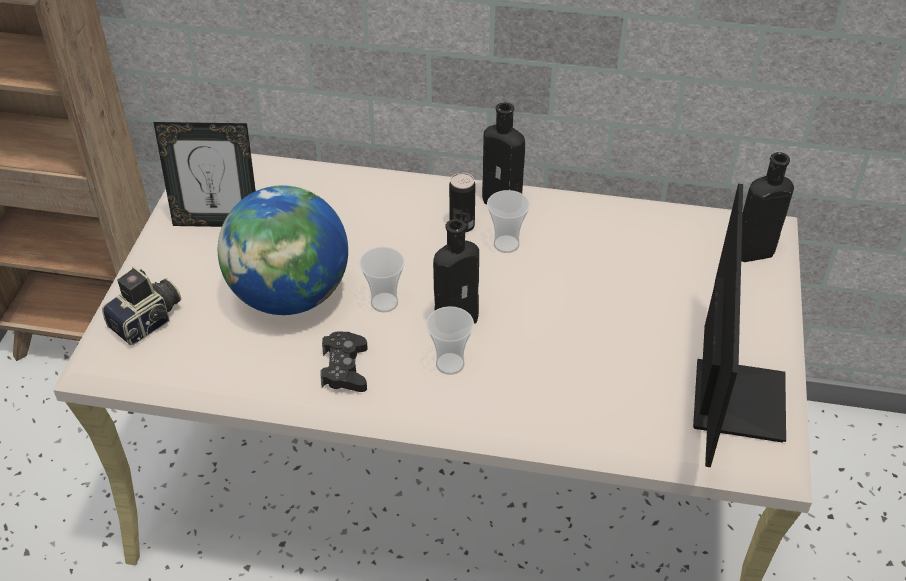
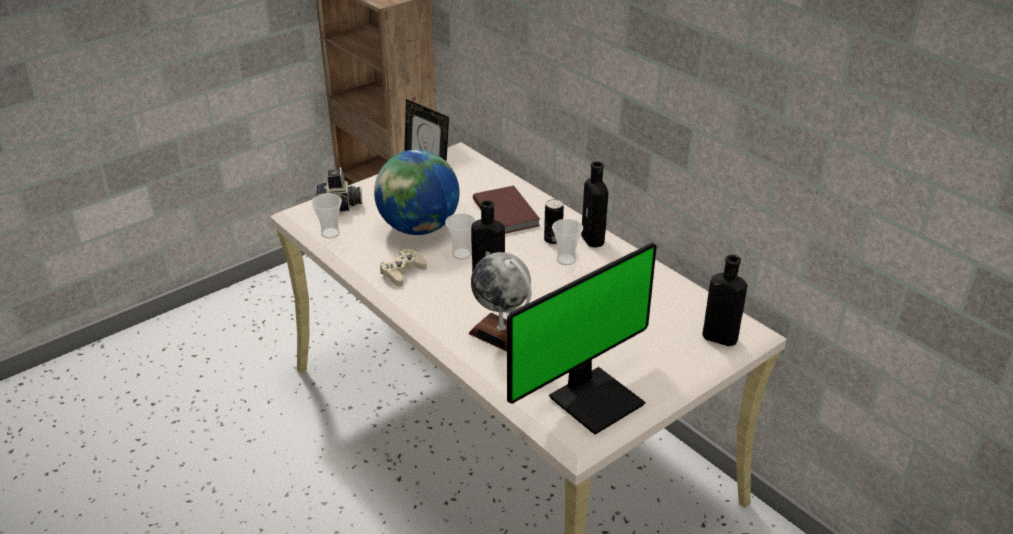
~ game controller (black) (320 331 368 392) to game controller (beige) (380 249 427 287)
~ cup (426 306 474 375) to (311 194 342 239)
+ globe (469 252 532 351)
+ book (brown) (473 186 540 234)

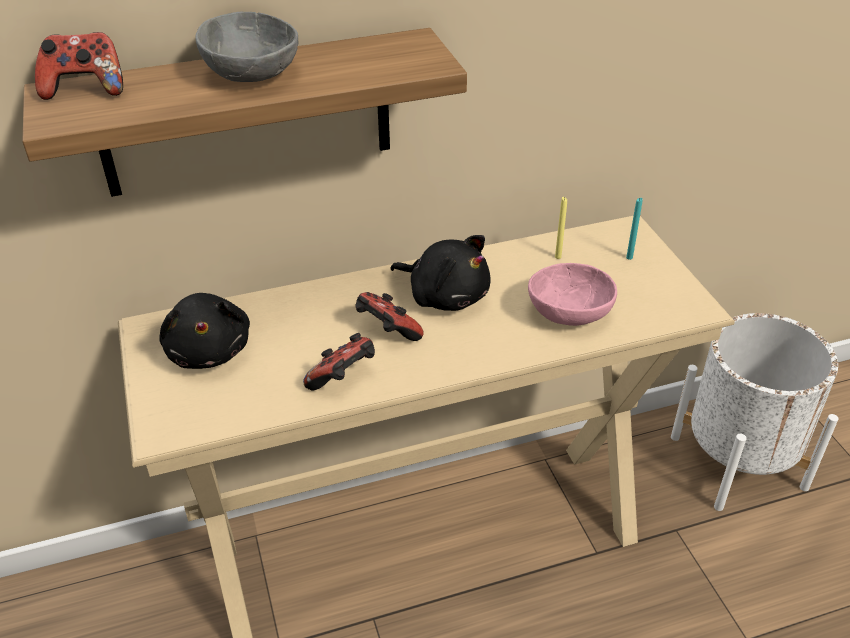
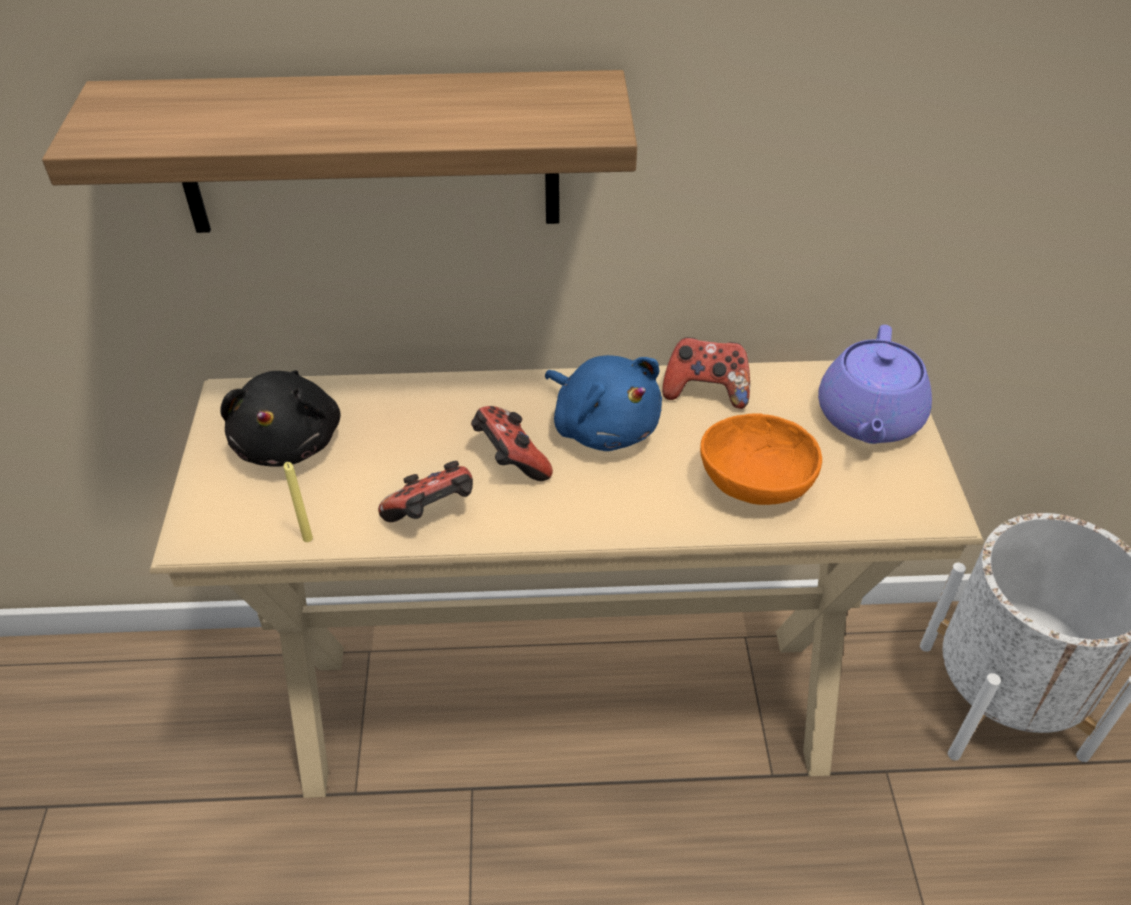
~ game controller (35 32 123 100) to (662 337 750 409)
- bowl (grey) (195 12 298 82)
~ plush toy (black) (390 235 491 311) to plush toy (blue) (545 355 662 451)
~ bowl (pink) (528 263 617 326) to bowl (orange) (700 413 822 505)
~ candle (yellow) (555 197 567 259) to (284 462 313 542)
~ candle (turquoise) (626 198 643 260) to teapot (purple) (818 325 932 444)

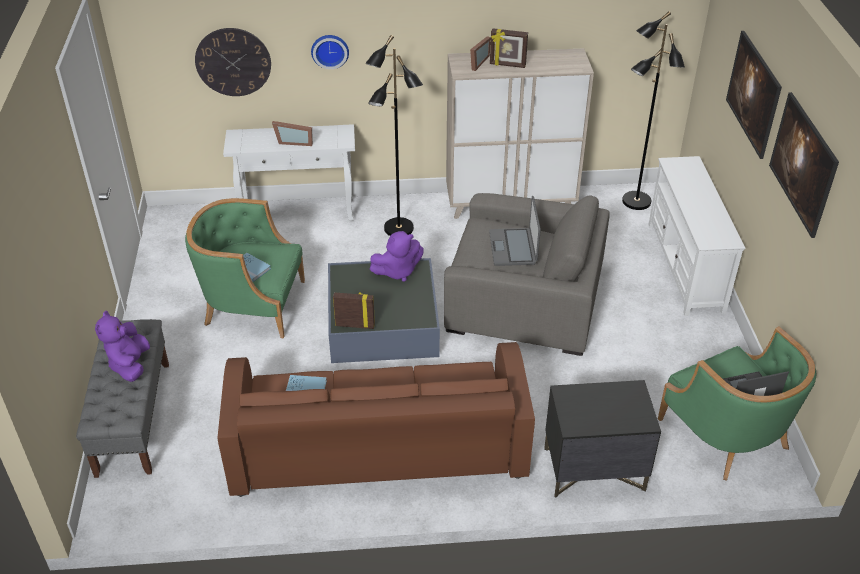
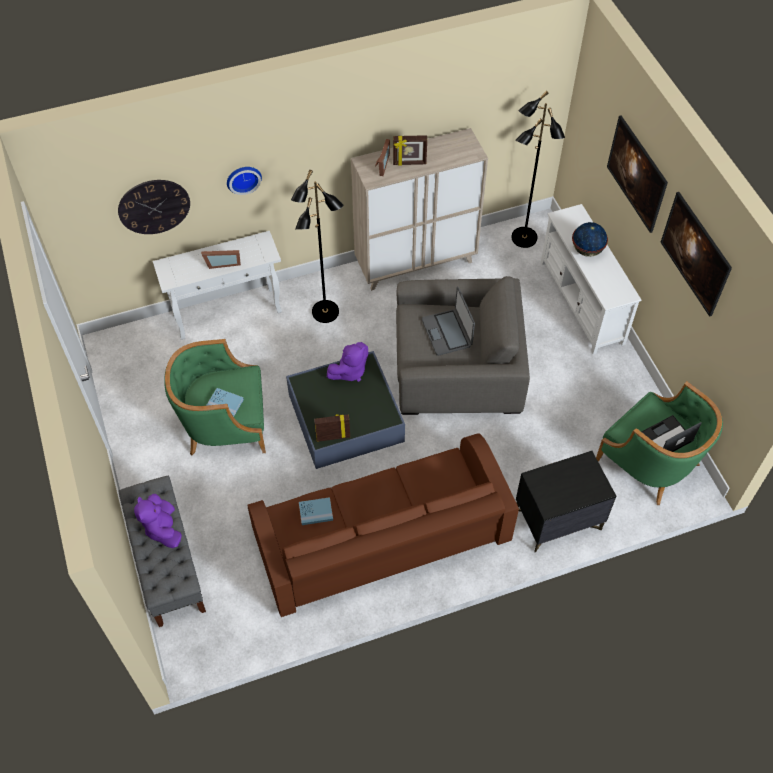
+ globe (572 222 608 257)

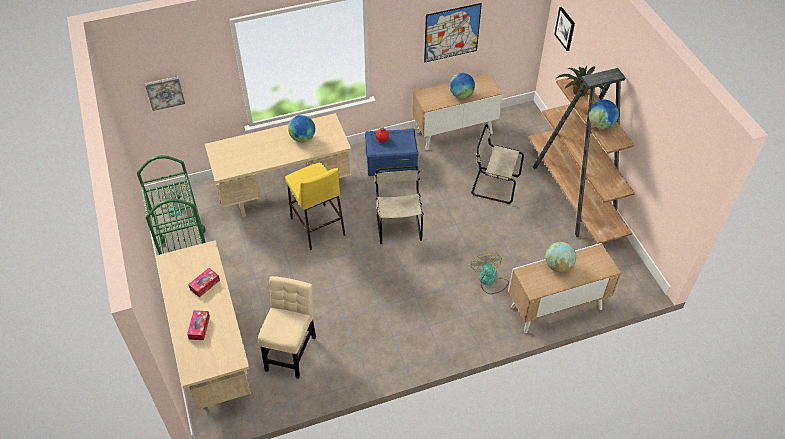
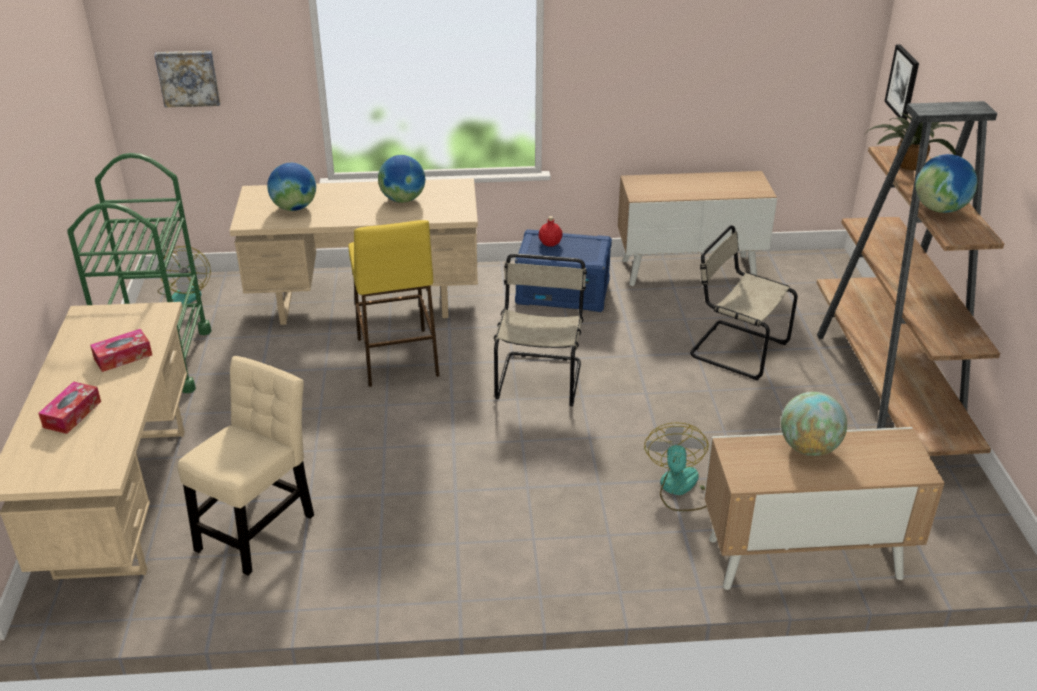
- picture (424 3 482 63)
~ globe (450 73 475 99) to (267 163 316 211)

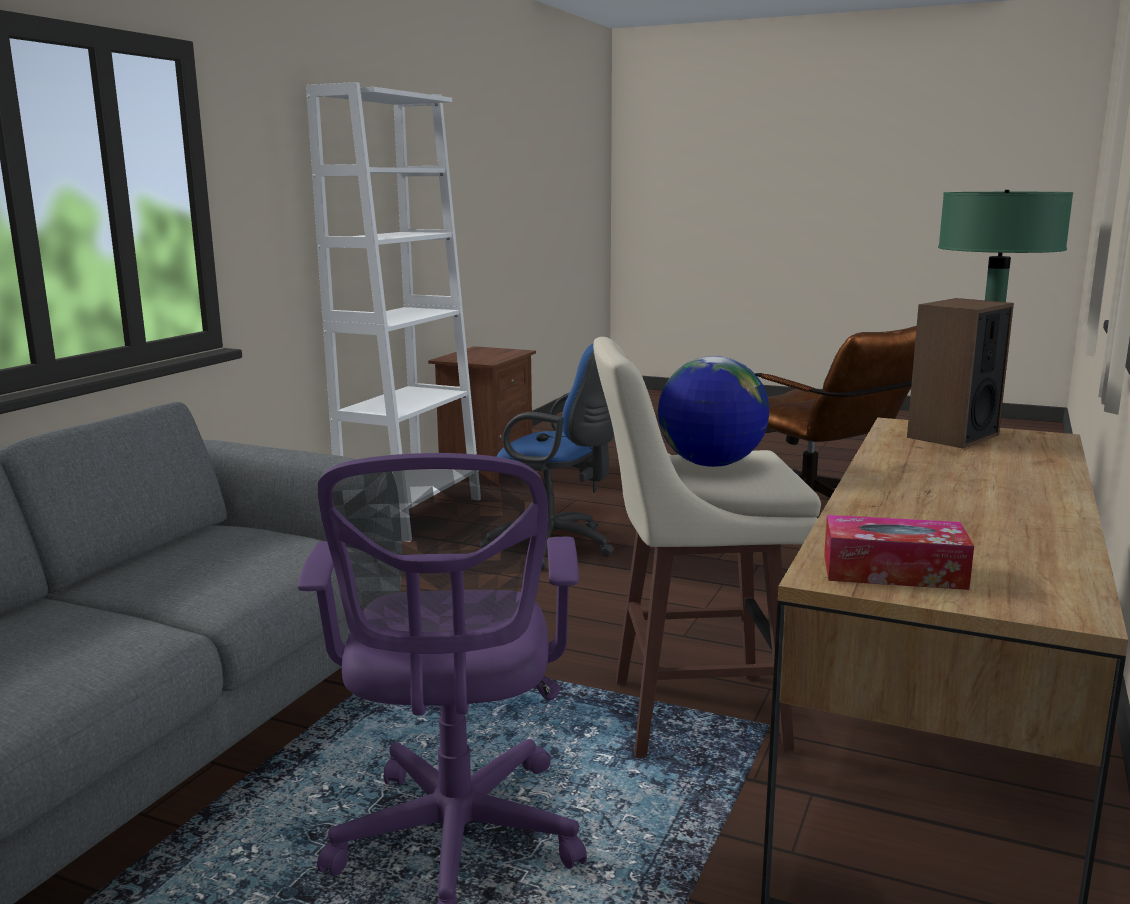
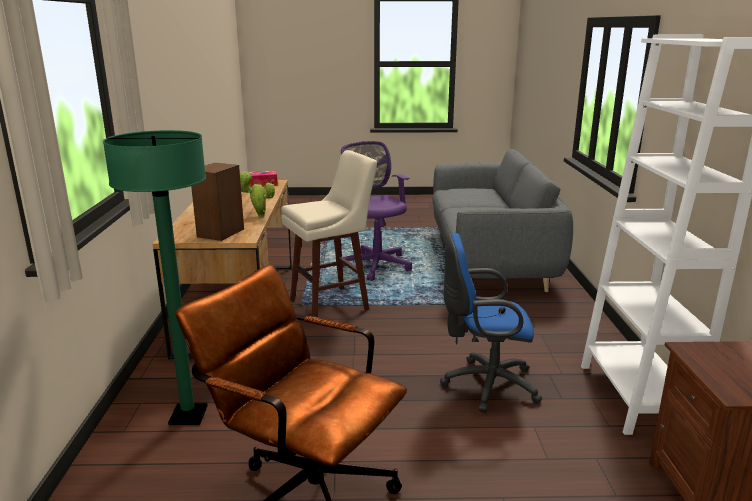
- globe (658 356 770 467)
+ potted plant (240 171 275 217)

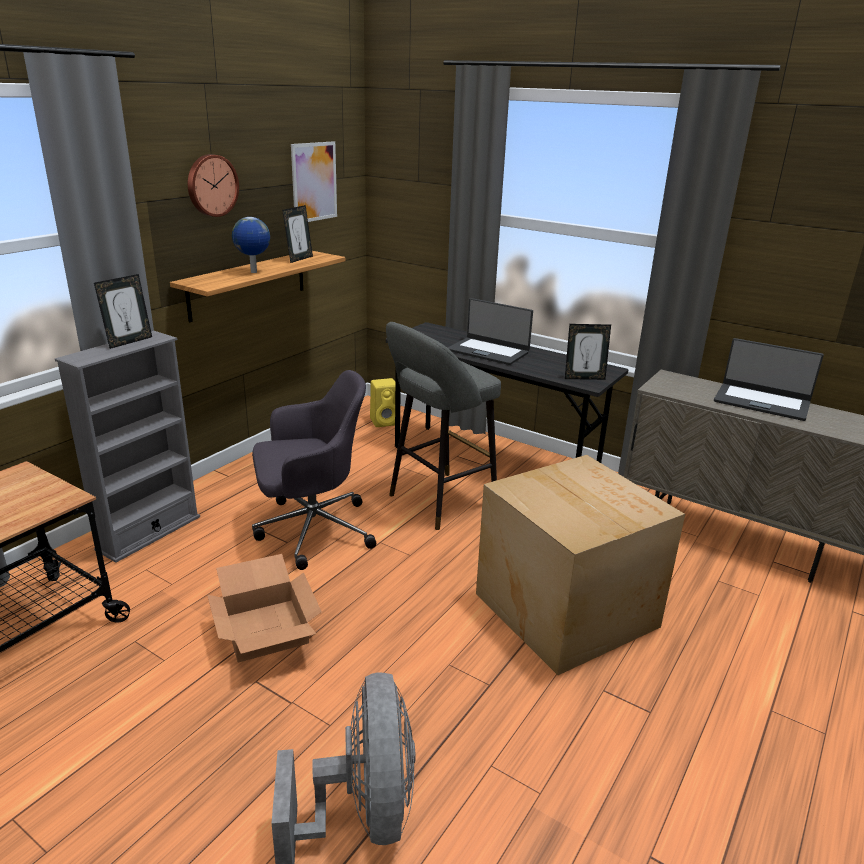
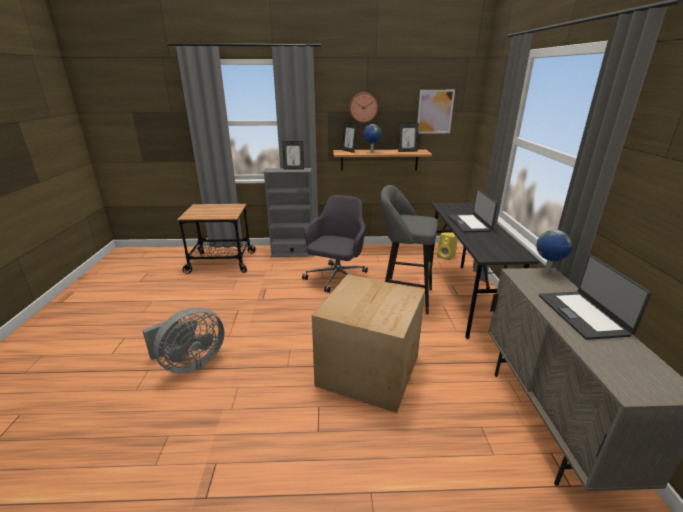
- cardboard box (207 554 322 663)
~ office chair (grey) (252 370 376 570) = (302 195 368 293) 105 degrees counterclockwise
~ picture frame (565 324 611 380) to (342 122 357 153)
+ globe (536 230 572 274)

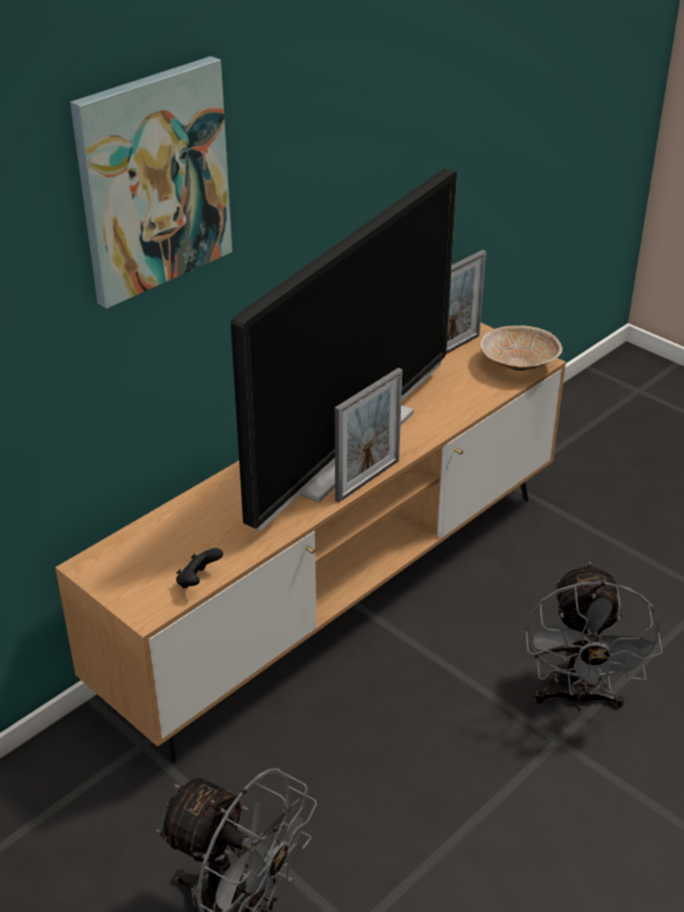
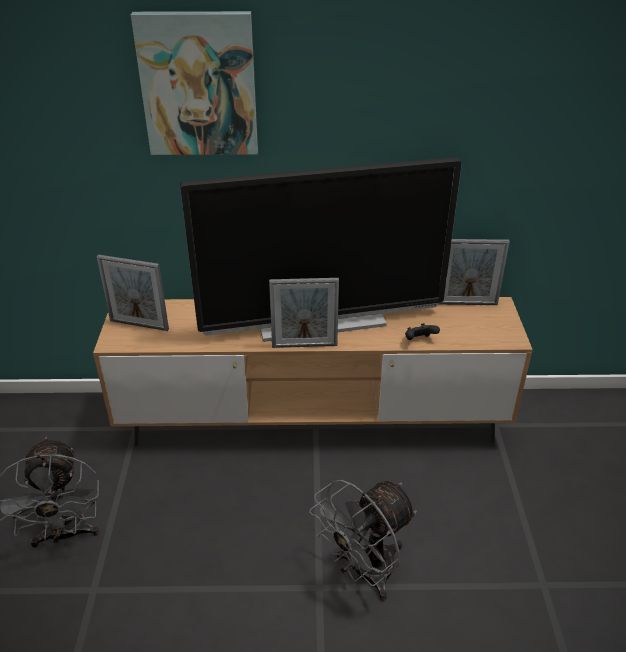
~ game controller (black) (176 548 223 588) to (405 323 440 340)
- bowl (beige) (480 326 562 371)
+ picture frame (97 255 169 331)

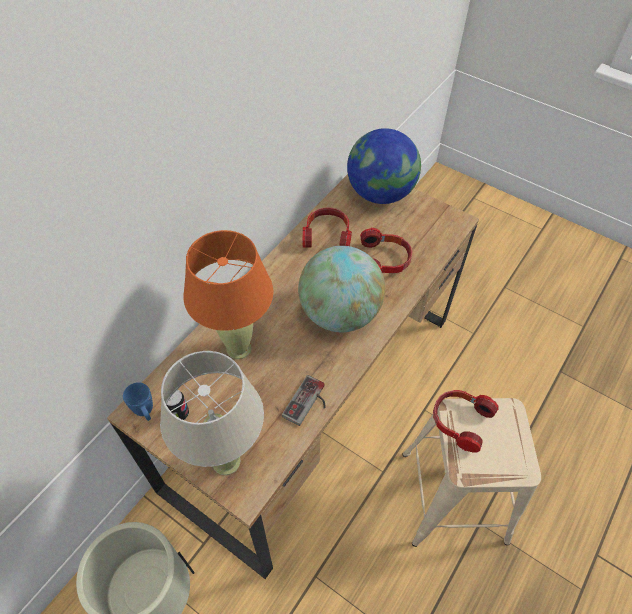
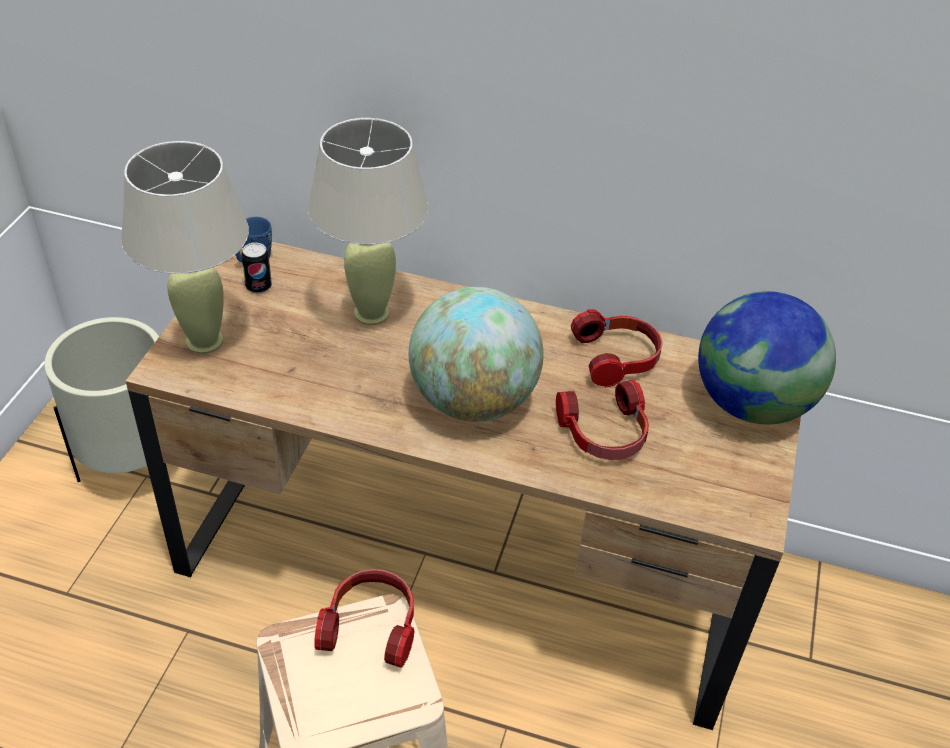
~ table lamp (orange) (183 230 273 359) to table lamp (beige) (308 118 428 325)
- game controller (282 375 325 426)

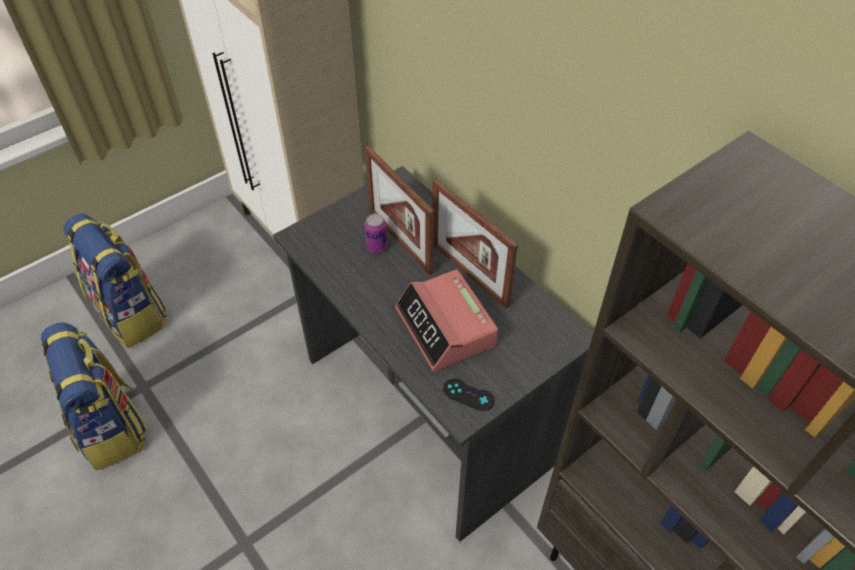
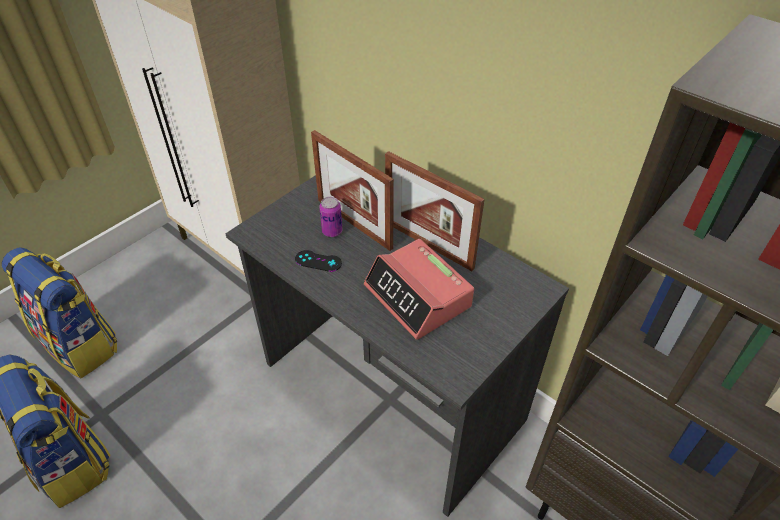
~ game controller (black) (443 379 495 411) to (295 250 342 272)

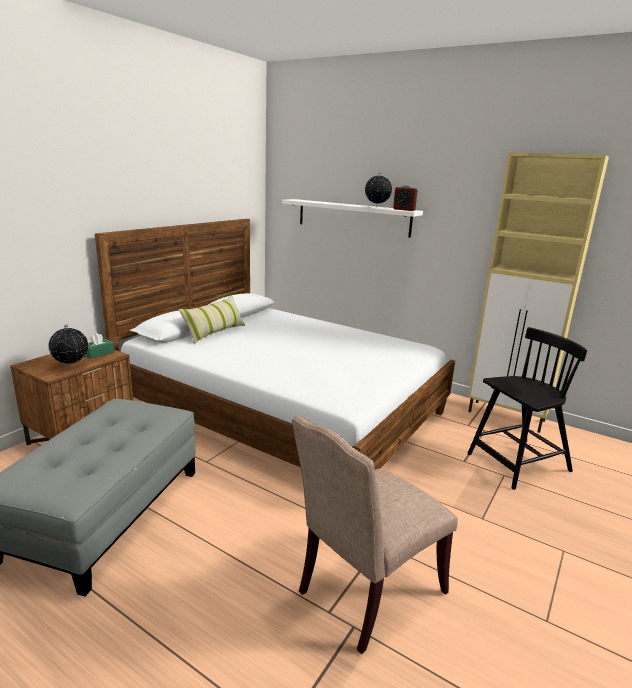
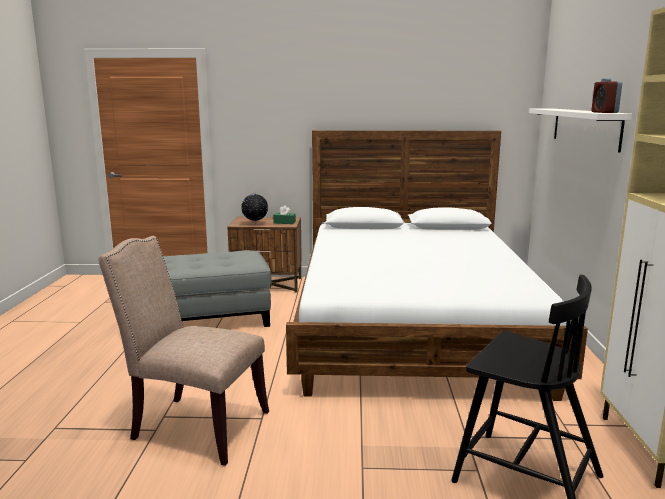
- pillow (179 295 245 344)
- globe (365 174 392 208)

